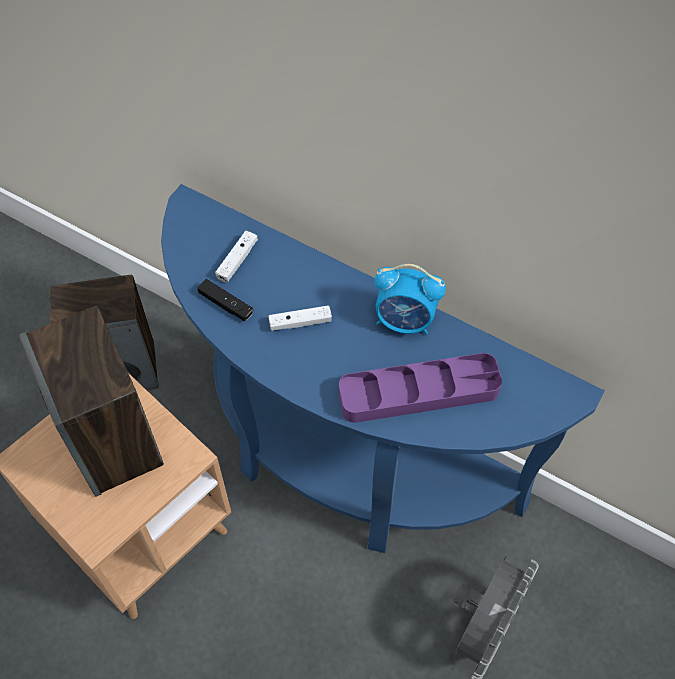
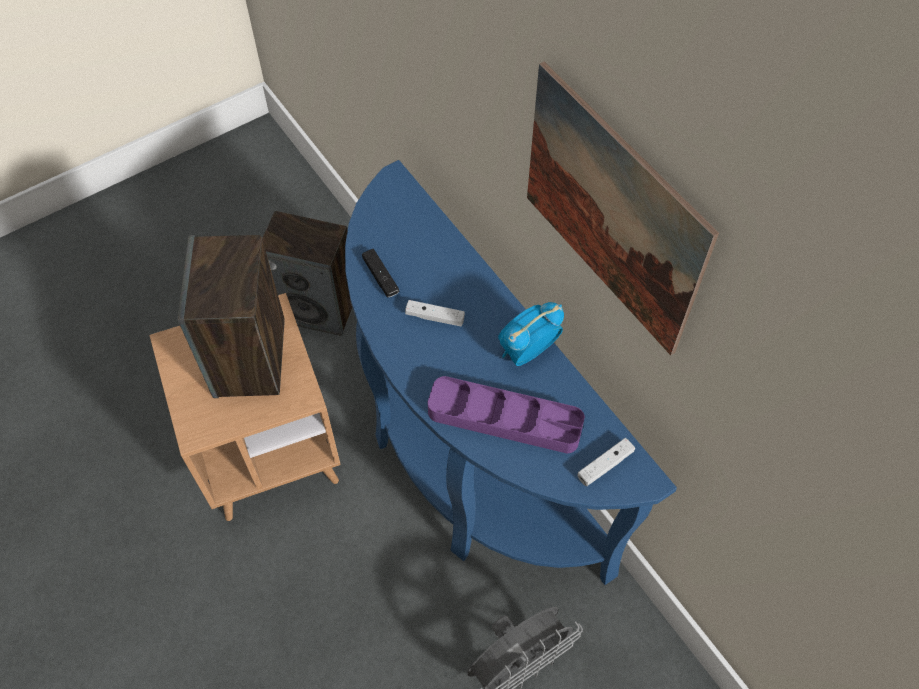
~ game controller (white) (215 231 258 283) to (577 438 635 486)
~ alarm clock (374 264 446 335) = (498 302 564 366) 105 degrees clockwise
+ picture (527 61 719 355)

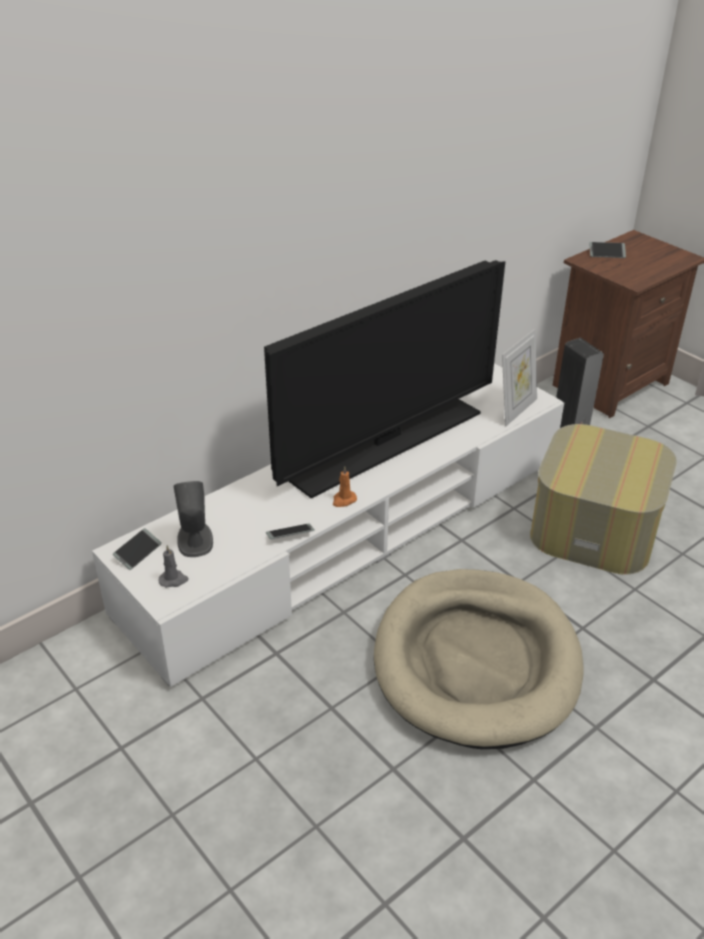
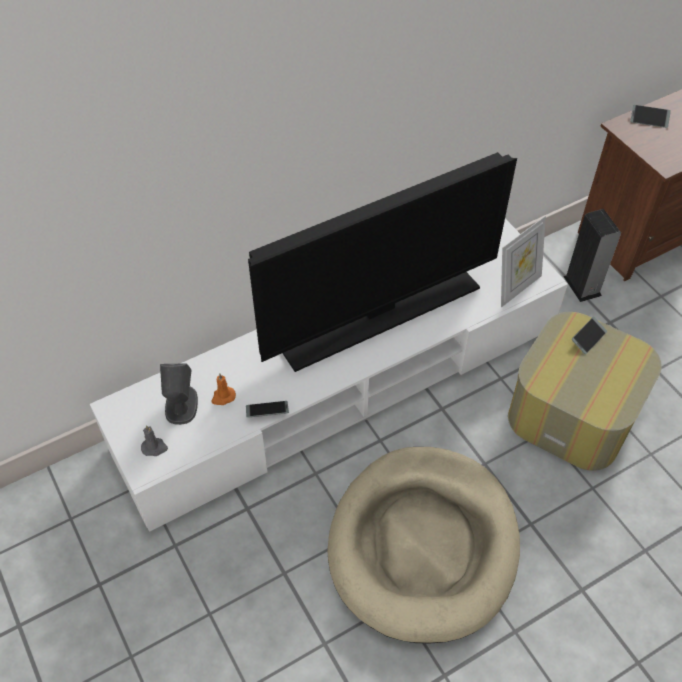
~ phone (113 528 161 570) to (572 317 607 354)
~ candle (orange) (333 466 357 507) to (211 373 236 405)

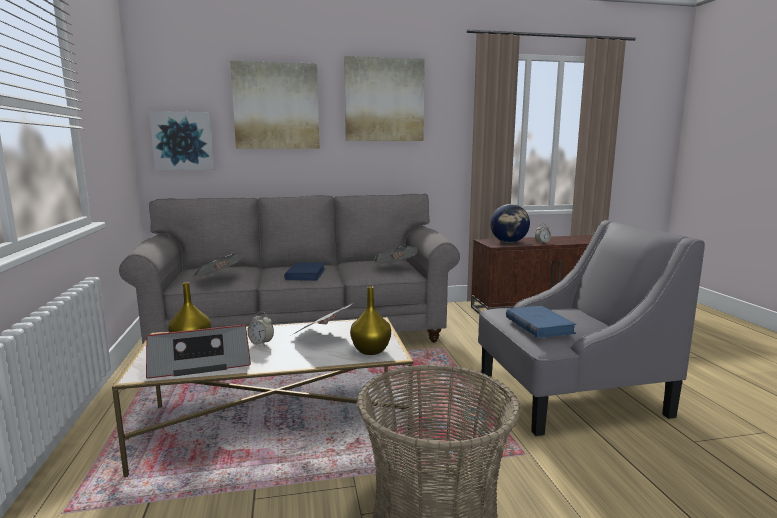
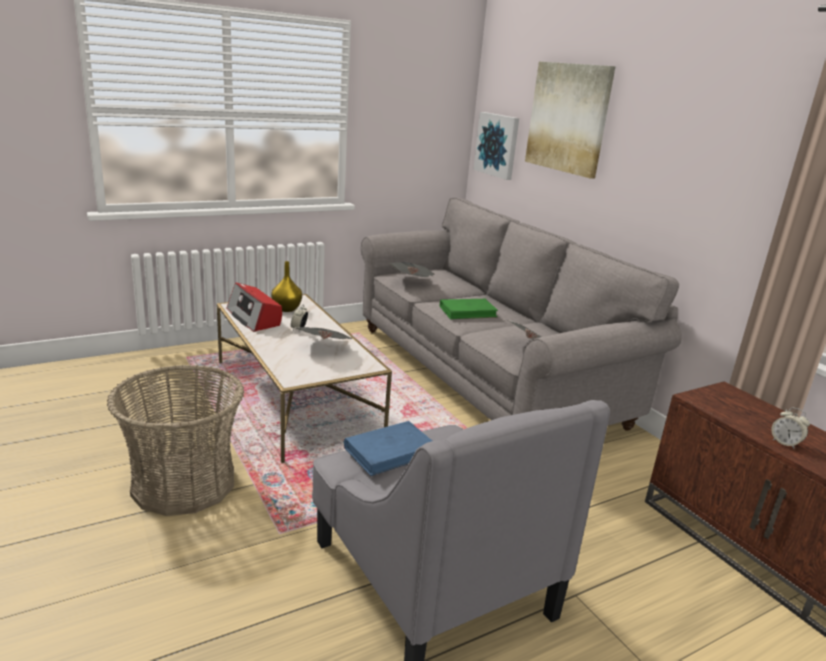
~ book (blue) (284 263 326 281) to book (green) (440 299 498 319)
- picture (344 56 425 141)
- vase (yellow) (350 286 391 355)
- globe (490 204 530 243)

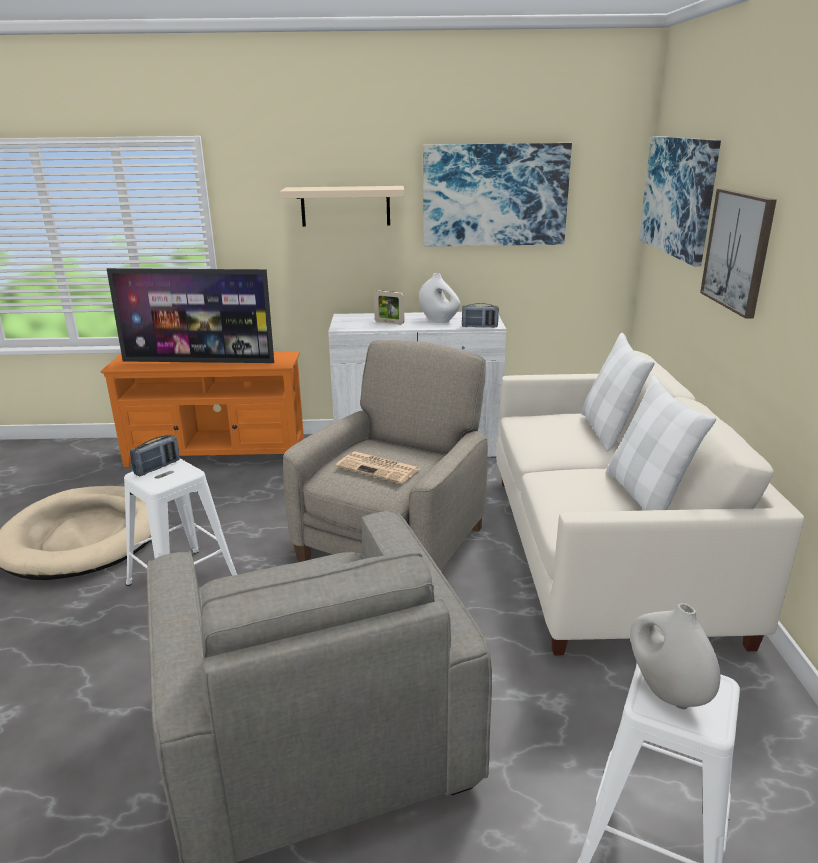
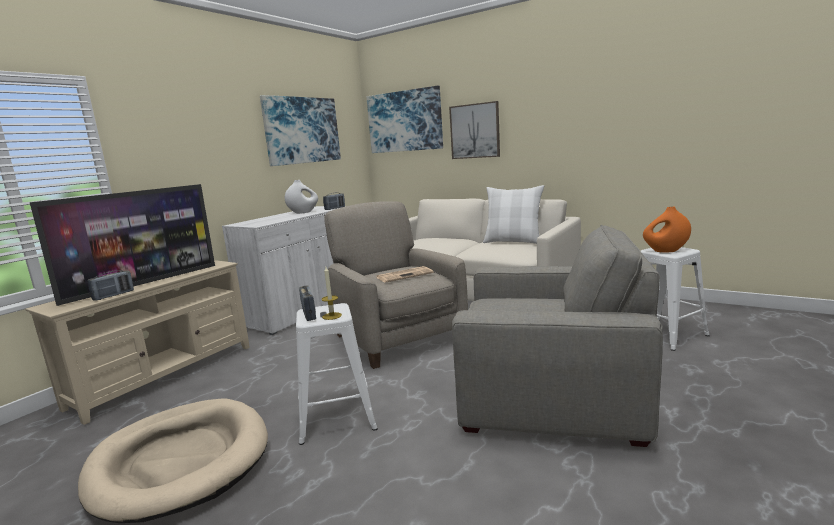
~ tv stand (orange) (101 351 304 467) to tv stand (beige) (25 260 250 425)
- shelf (beige) (280 186 404 227)
- picture frame (374 290 404 324)
- pillow (white) (582 333 654 452)
~ vase (white) (630 603 720 707) to vase (orange) (643 207 691 253)
+ radio (87 270 134 301)
+ candle (321 267 342 320)

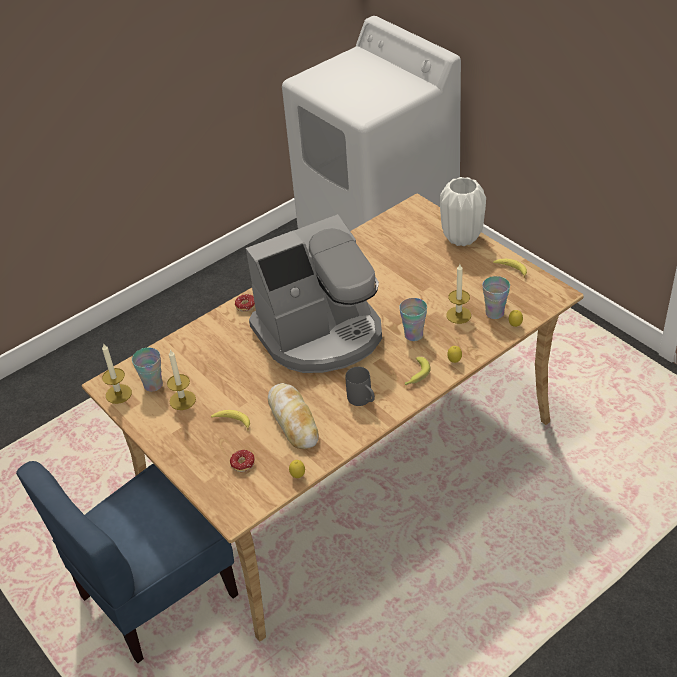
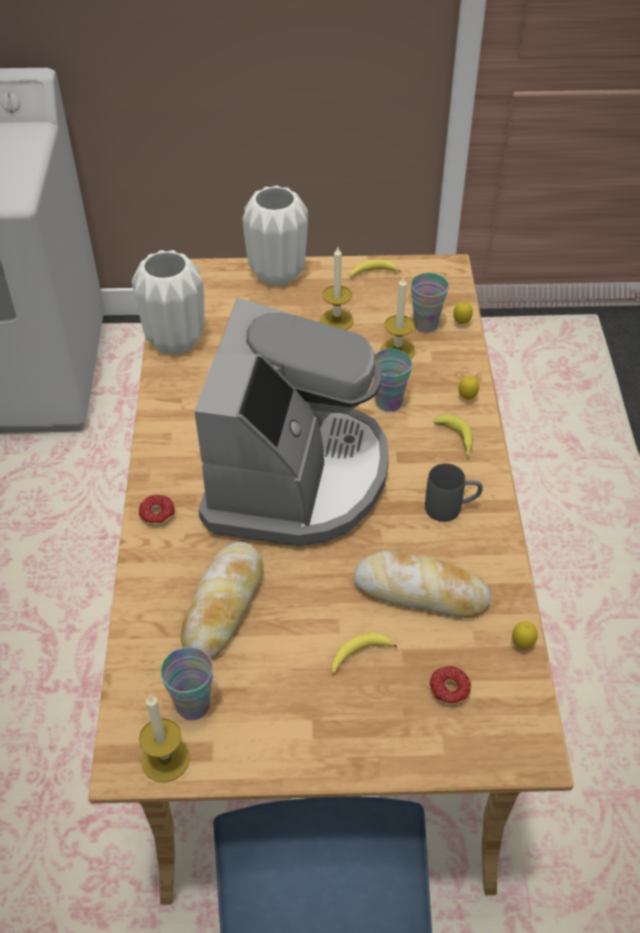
~ candle (167 349 196 410) to (320 247 353 330)
+ vase (white) (132 250 204 355)
+ bread (181 542 263 659)

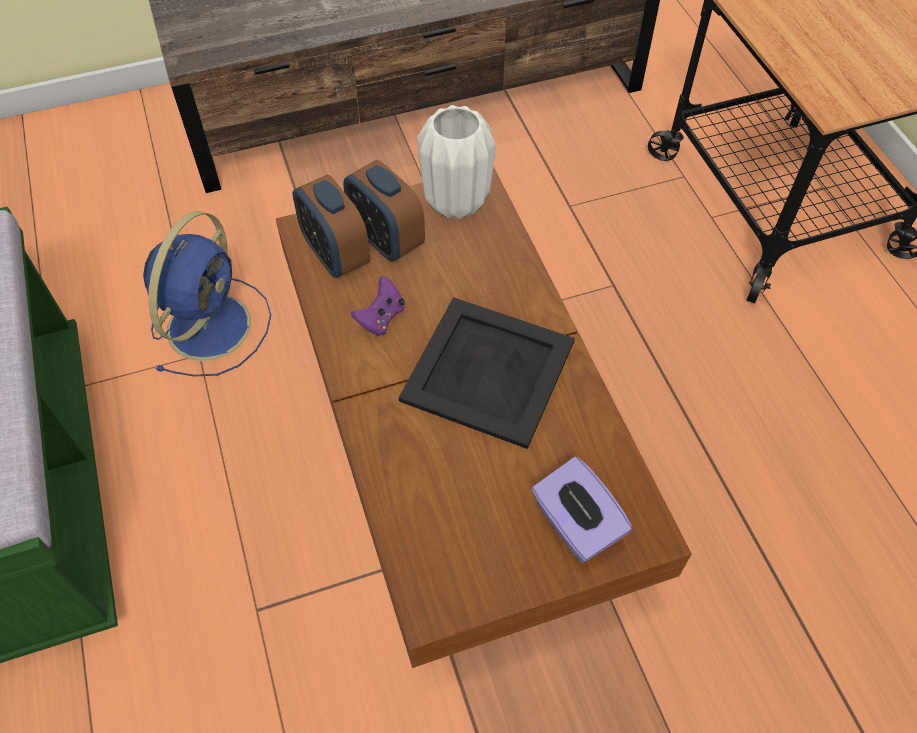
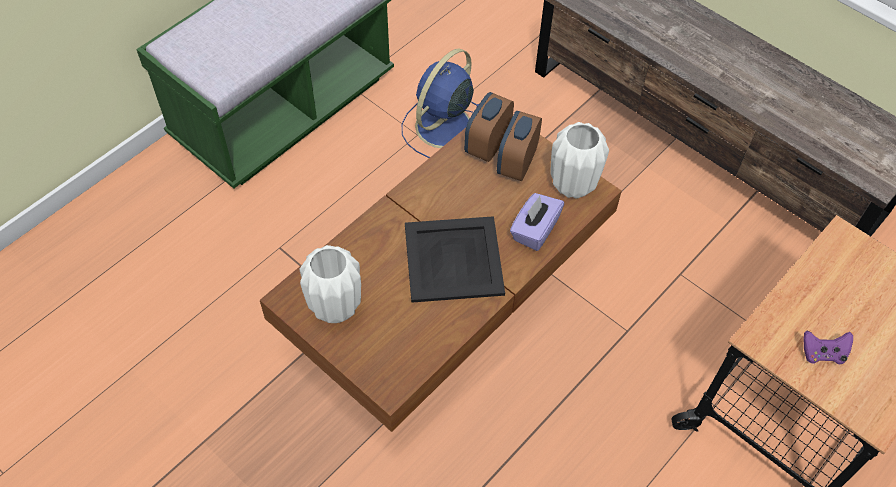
~ fan (blue) (143 211 271 377) = (402 49 479 158) 135 degrees clockwise
~ game controller (purple) (351 276 405 336) to (803 331 853 364)
~ tissue box (purple) (532 457 633 563) to (510 193 564 251)
+ vase (white) (299 245 361 323)

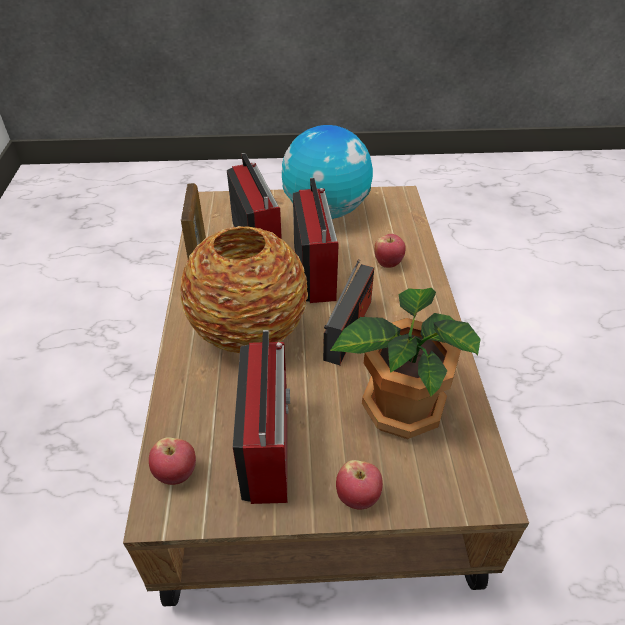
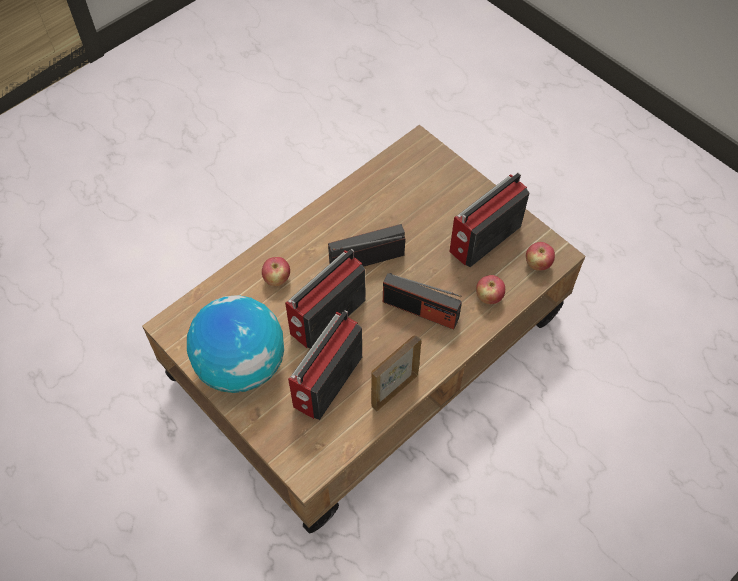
~ vase (180 226 308 353) to radio (383 273 462 329)
- potted plant (330 288 480 439)
~ apple (336 460 383 509) to (476 275 505 304)

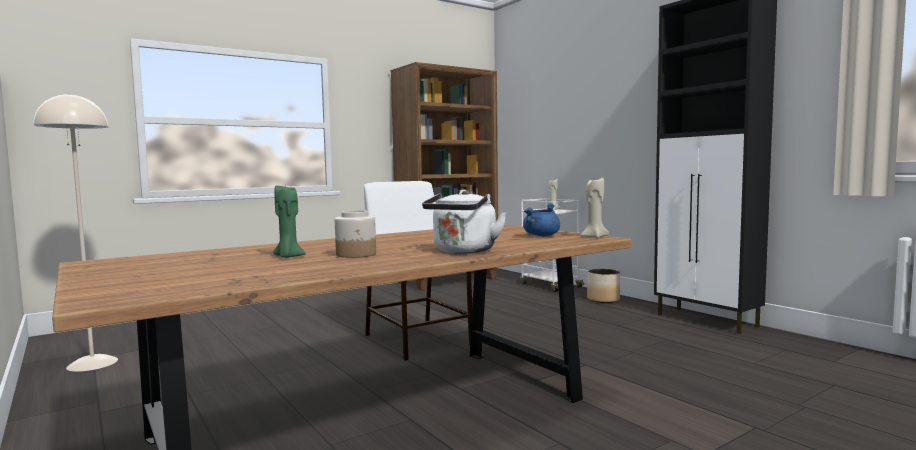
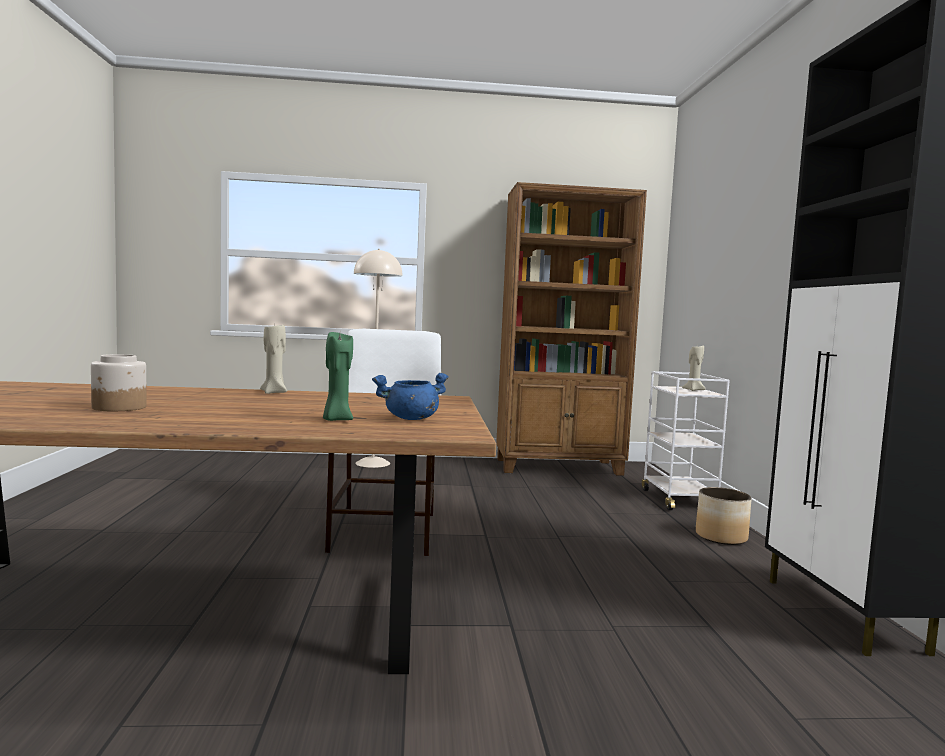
~ floor lamp (beige) (34 93 118 372) to (354 249 403 468)
~ candle (green) (273 186 306 258) to (323 332 353 421)
- kettle (white) (422 190 507 253)
~ candle (beige) (581 178 609 238) to (260 325 287 394)

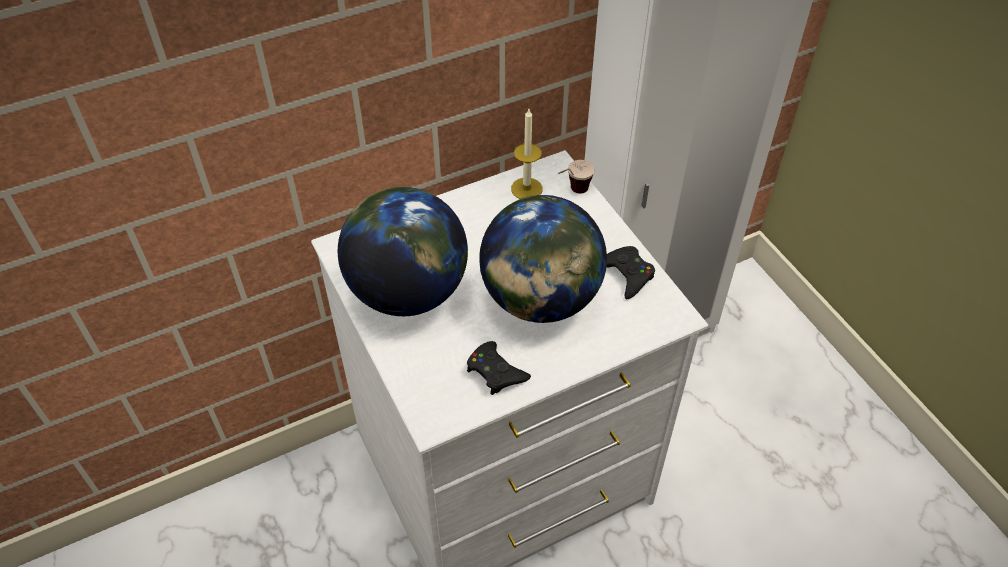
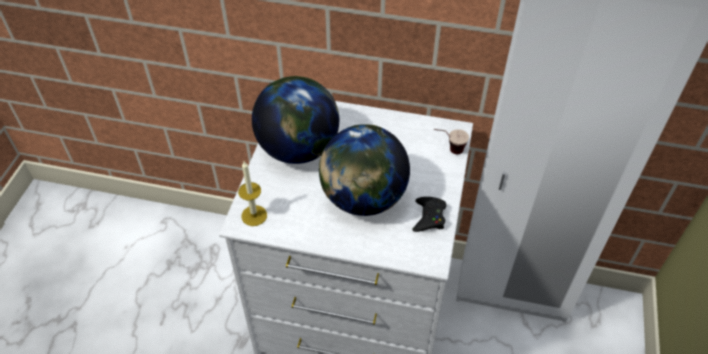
- game controller (black) (467 341 531 395)
~ candle (511 109 543 199) to (238 161 267 226)

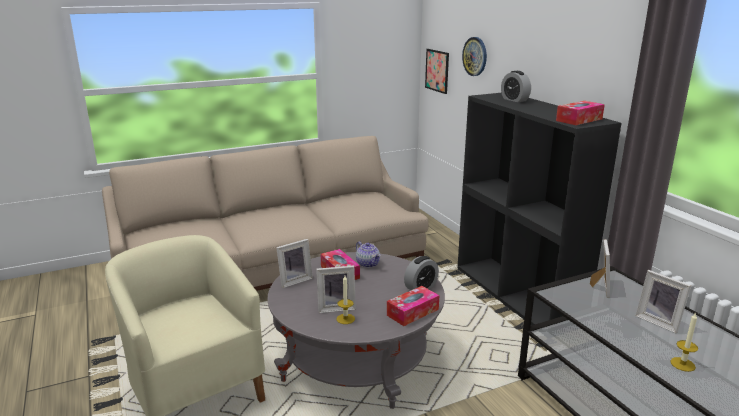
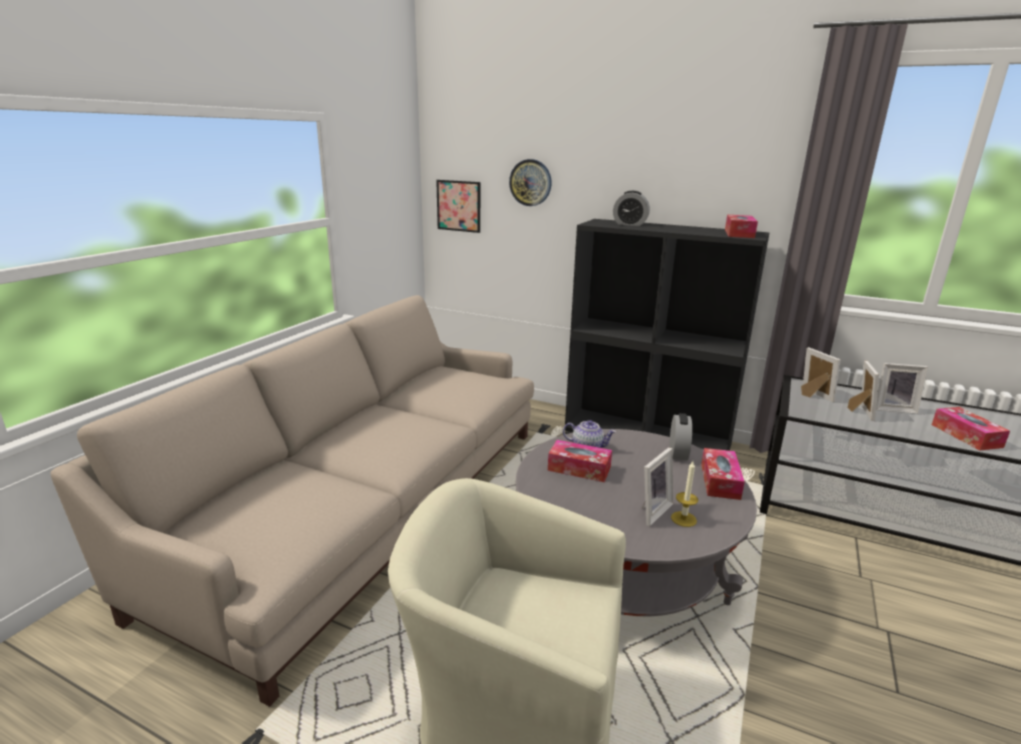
~ picture frame (276 239 313 288) to (848 361 879 421)
~ candle (670 312 698 372) to tissue box (932 407 1010 450)

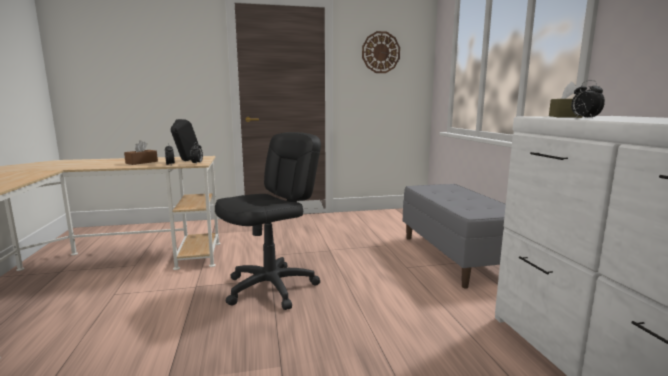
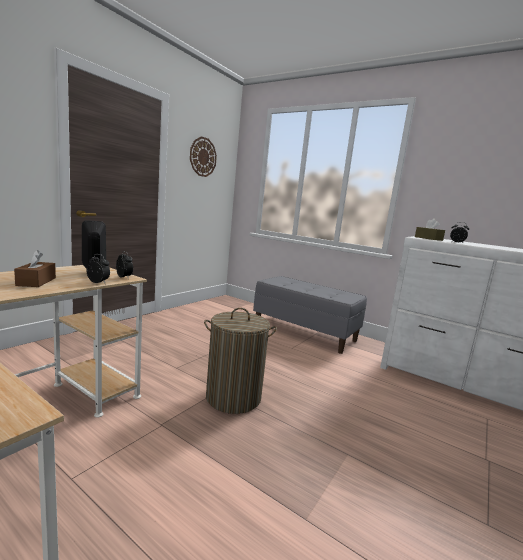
~ office chair (black) (215 132 321 310) to laundry basket (204 308 277 414)

